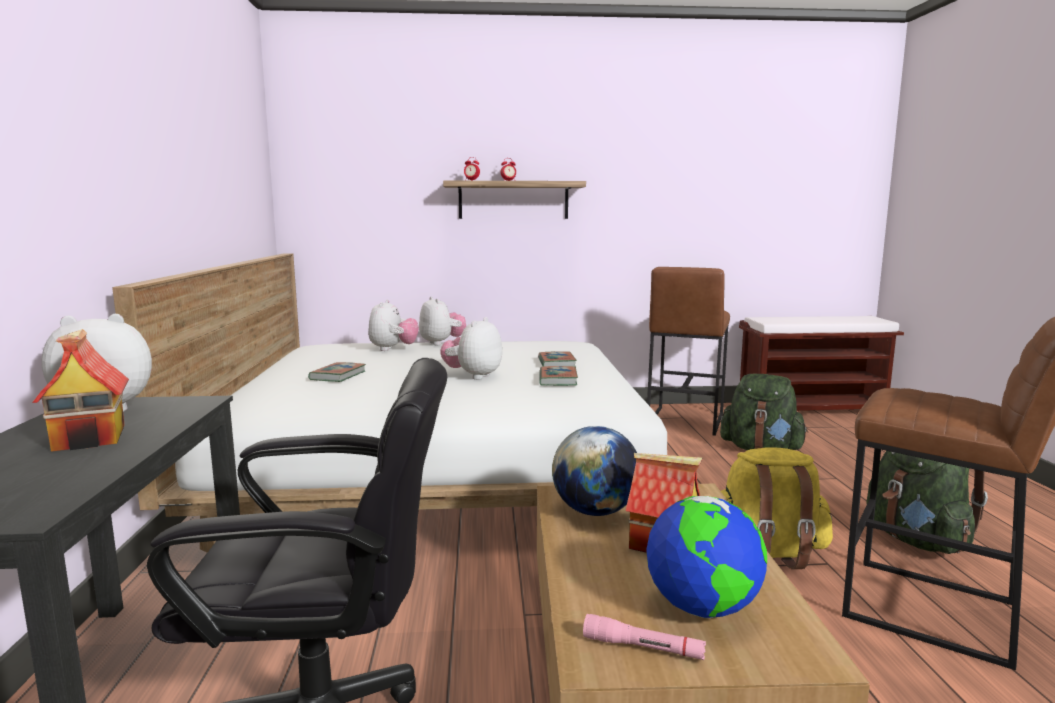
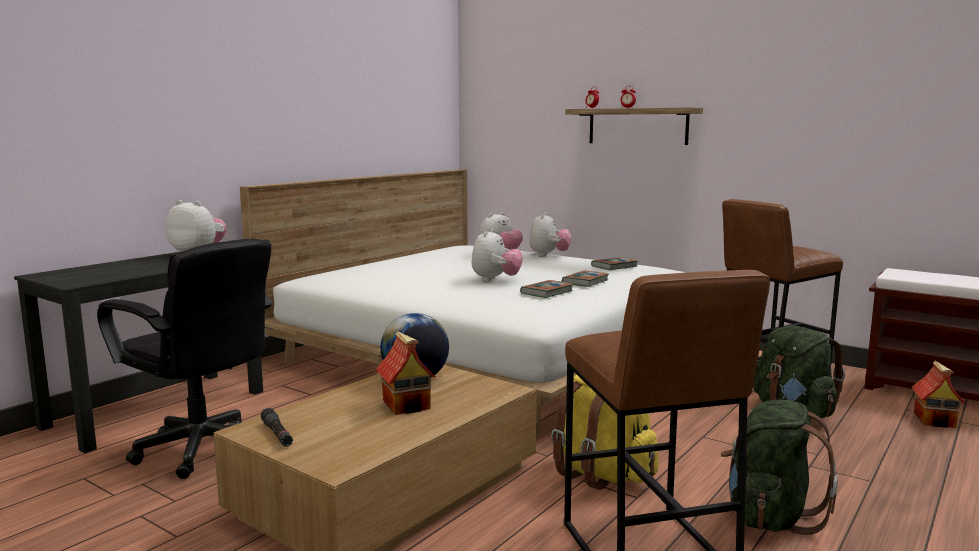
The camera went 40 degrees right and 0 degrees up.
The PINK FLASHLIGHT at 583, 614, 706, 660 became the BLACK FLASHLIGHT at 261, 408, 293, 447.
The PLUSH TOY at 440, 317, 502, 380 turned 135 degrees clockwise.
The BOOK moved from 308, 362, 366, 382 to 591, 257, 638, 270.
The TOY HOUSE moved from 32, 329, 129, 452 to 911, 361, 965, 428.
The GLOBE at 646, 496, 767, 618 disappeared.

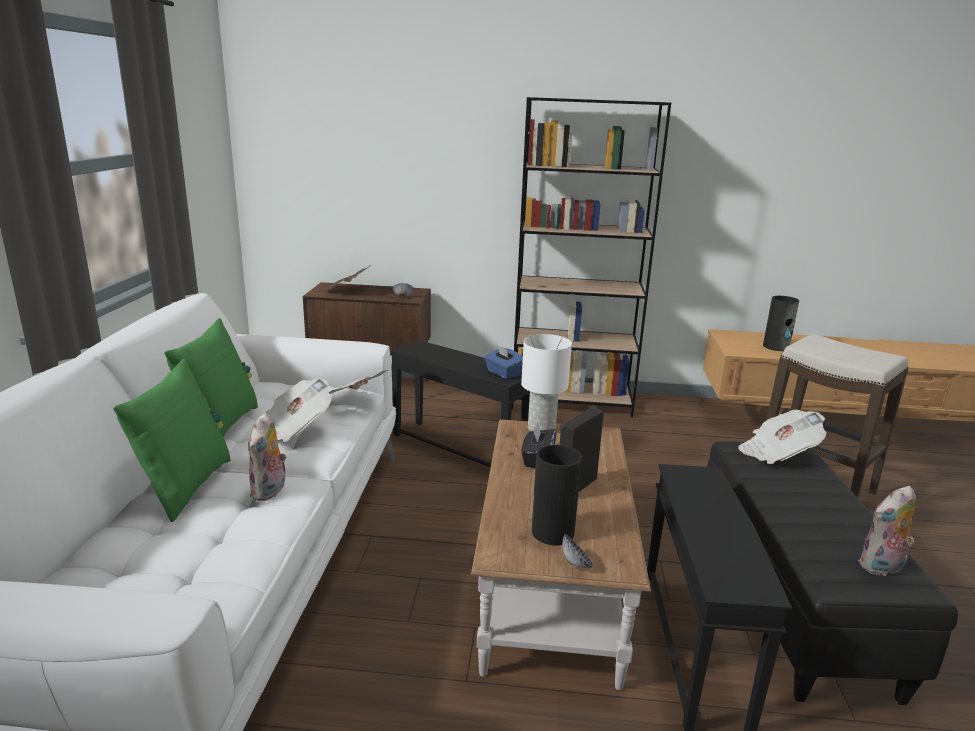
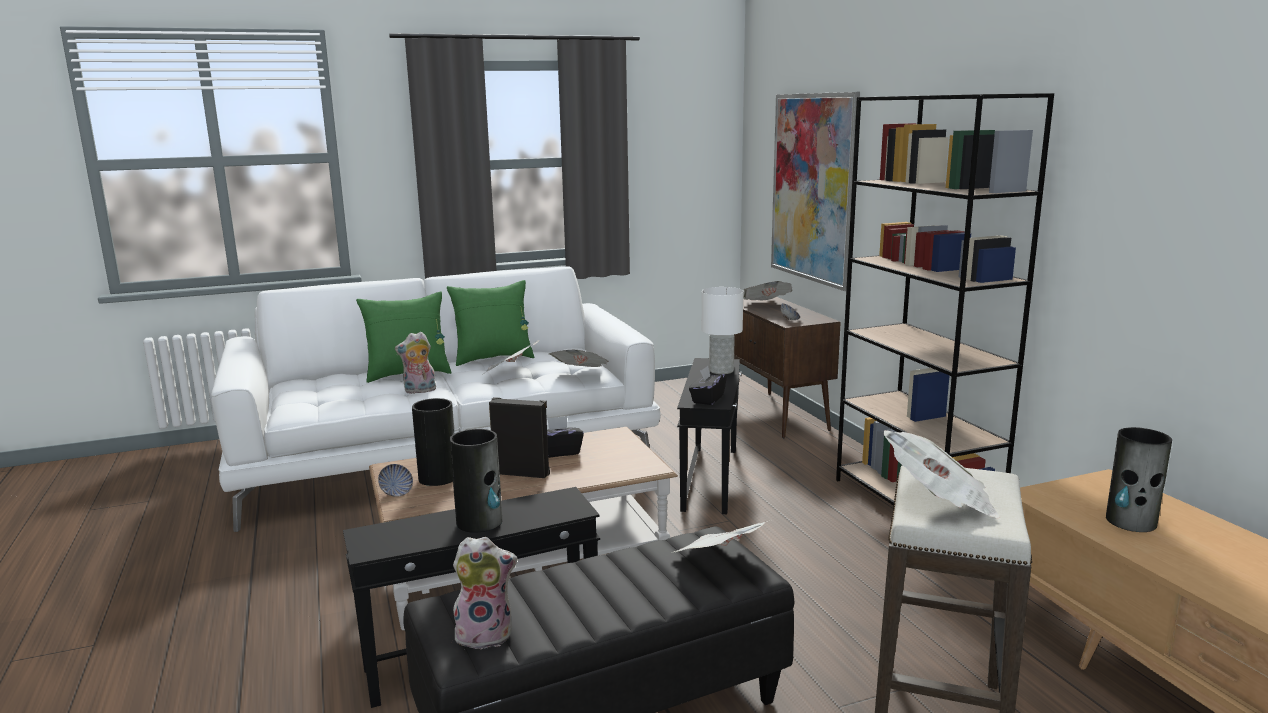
The camera went 65 degrees right and 5 degrees down.
The VASE at 450, 429, 502, 533 appeared.
The PLUSH TOY at 858, 486, 916, 576 turned 135 degrees clockwise.
The BLUE TISSUE BOX at 484, 345, 523, 379 became the BLACK TISSUE BOX at 689, 366, 727, 405.
The WHITE TABLE LAMP moved from 521, 334, 572, 431 to 702, 287, 743, 374.
The PICTURE at 771, 92, 860, 291 appeared.
The NEWSPAPER at 883, 430, 1000, 518 appeared.

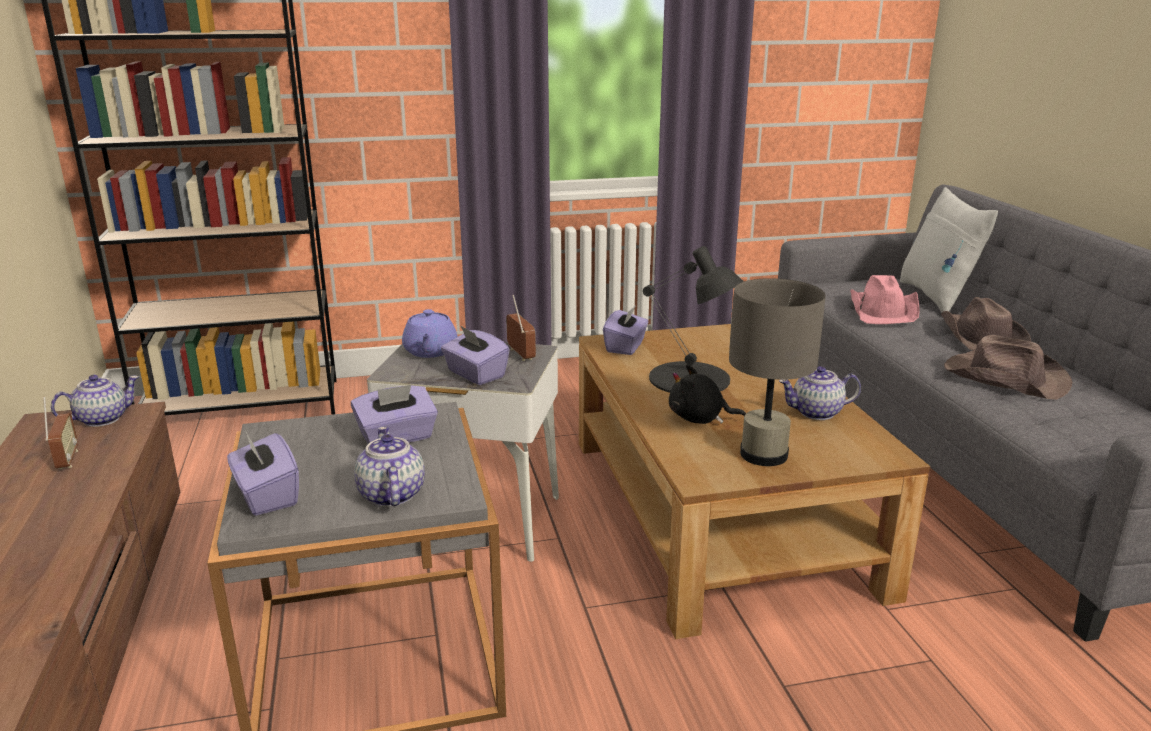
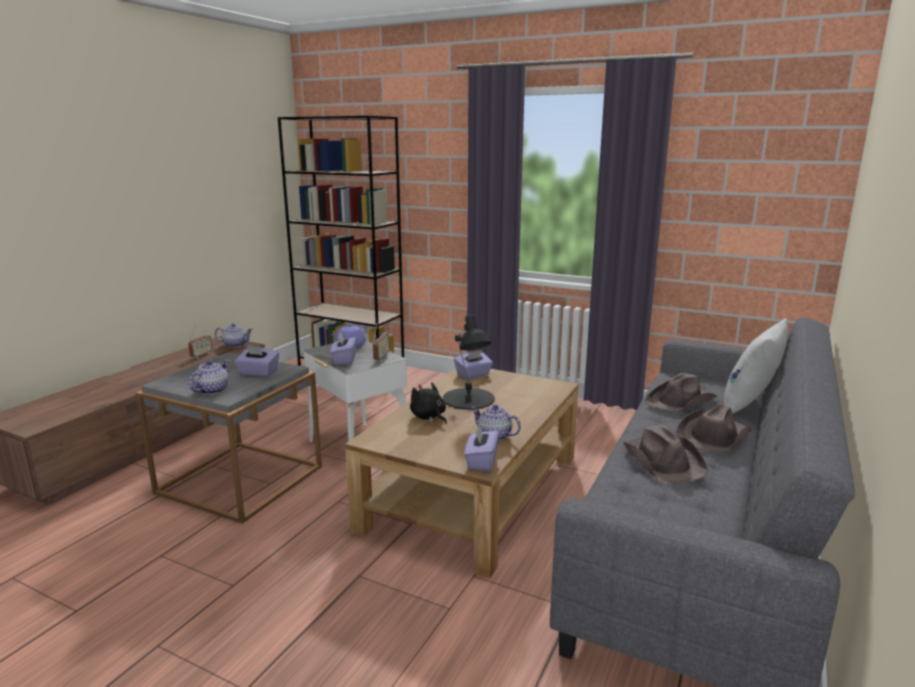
The camera went 40 degrees right and 5 degrees down.
The PURPLE TISSUE BOX moved from 227, 432, 299, 516 to 464, 424, 499, 471.
The PINK HAT at 850, 275, 920, 324 became the BROWN HAT at 645, 373, 717, 411.
The GREY TABLE LAMP at 729, 278, 825, 466 disappeared.

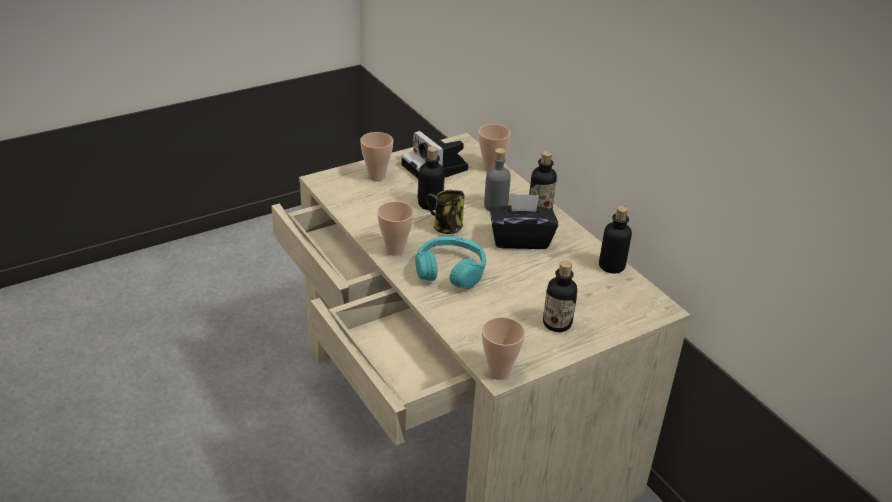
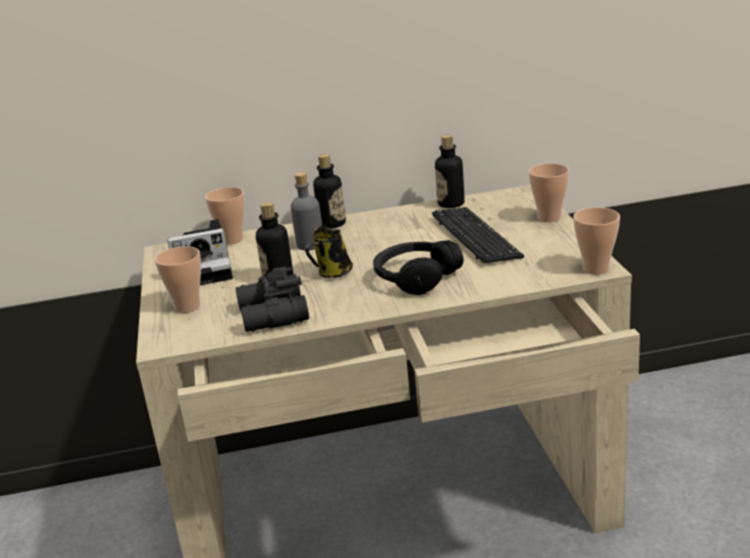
The camera went 65 degrees left and 10 degrees down.
The BLACK BINOCULARS at 236, 266, 309, 332 appeared.
The TURQUOISE HEADPHONES at 415, 236, 486, 289 became the BLACK HEADPHONES at 373, 240, 463, 295.
The KEYBOARD at 432, 207, 524, 263 appeared.
The CUP moved from 377, 201, 414, 256 to 528, 163, 569, 222.
The BLACK TISSUE BOX at 490, 193, 558, 249 disappeared.
The BOTTLE at 543, 260, 577, 332 disappeared.

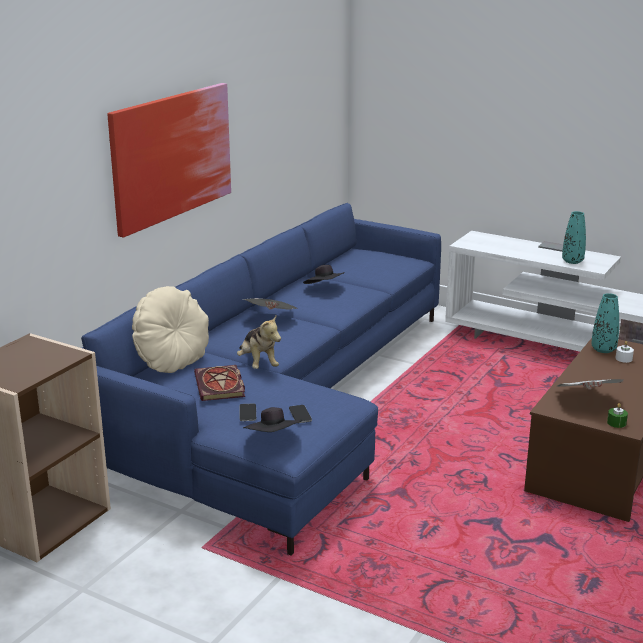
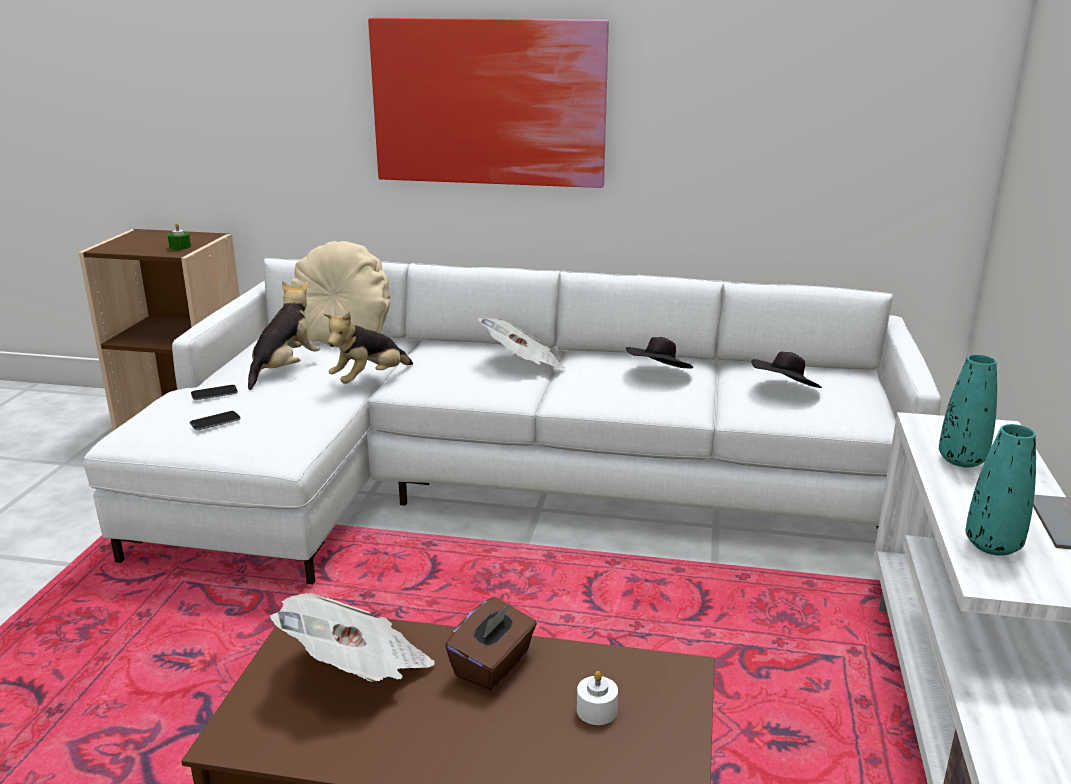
The camera went 70 degrees right and 0 degrees up.
The BLUE SOFA at 81, 203, 441, 556 became the WHITE SOFA at 83, 258, 941, 584.
The GREEN CANDLE moved from 607, 403, 628, 428 to 167, 223, 191, 250.
The BOOK at 194, 365, 245, 401 was replaced by the PLUSH TOY at 248, 281, 320, 390.
The BROWN TISSUE BOX at 445, 597, 537, 690 appeared.
The BLACK HAT moved from 243, 407, 302, 432 to 751, 352, 822, 388.
The TURQUOISE VASE moved from 591, 293, 619, 353 to 939, 354, 997, 467.

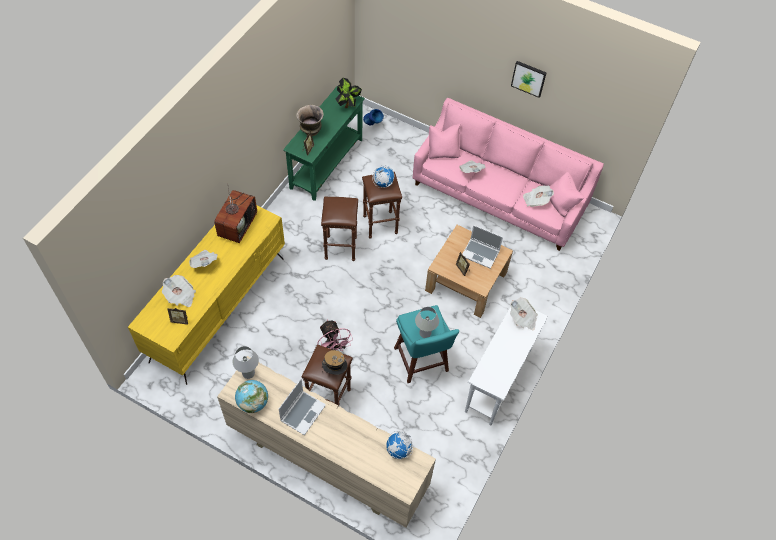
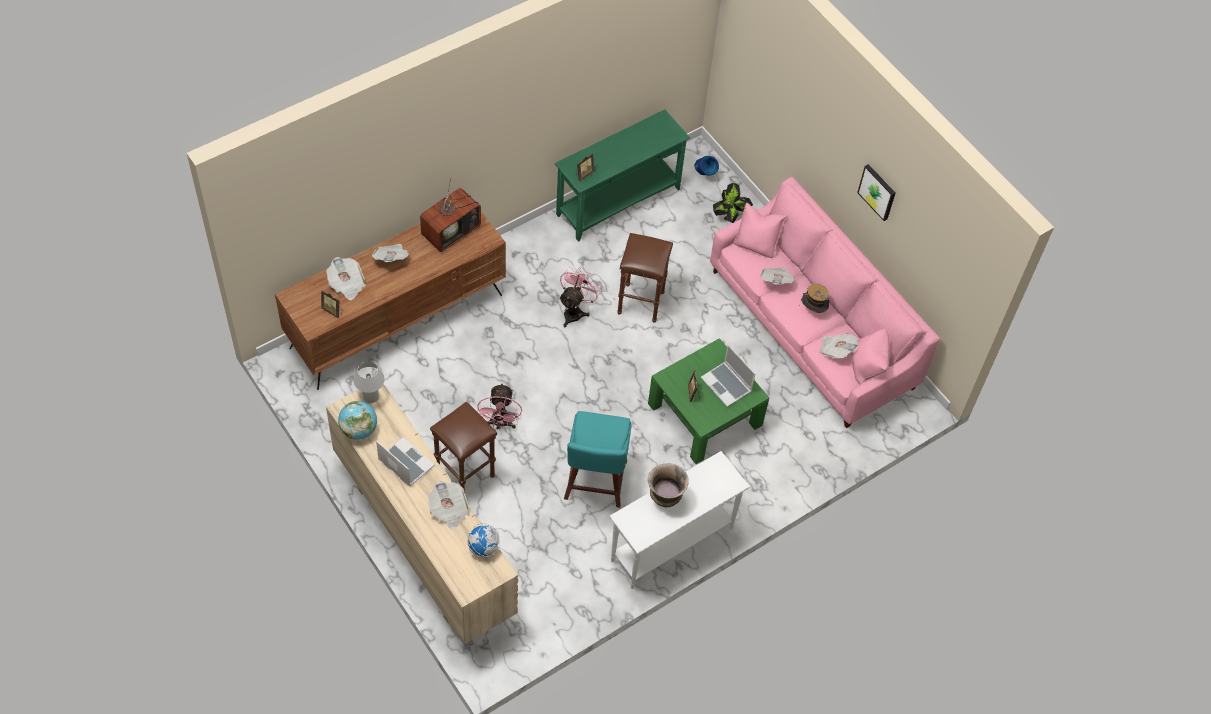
The camera went 25 degrees right and 0 degrees up.
The YELLOW TV STAND at 128, 205, 285, 385 became the BROWN TV STAND at 275, 211, 506, 390.
The LAPTOP at 279, 379, 326, 435 turned 105 degrees counterclockwise.
The NEWSPAPER moved from 510, 298, 538, 330 to 428, 481, 470, 530.
The BROWN STOOL at 321, 197, 358, 261 was replaced by the PINK FAN at 559, 267, 601, 327.
The BROWN COFFEE TABLE at 425, 225, 513, 318 became the GREEN COFFEE TABLE at 648, 338, 769, 464.
The VASE moved from 296, 105, 324, 136 to 648, 463, 689, 507.
The POTTED PLANT moved from 335, 78, 362, 108 to 713, 183, 753, 223.
The HAT moved from 322, 350, 348, 375 to 799, 284, 830, 313.
The GLOBE at 372, 165, 394, 188 disappeared.
The WHITE TABLE LAMP at 415, 307, 439, 338 disappeared.

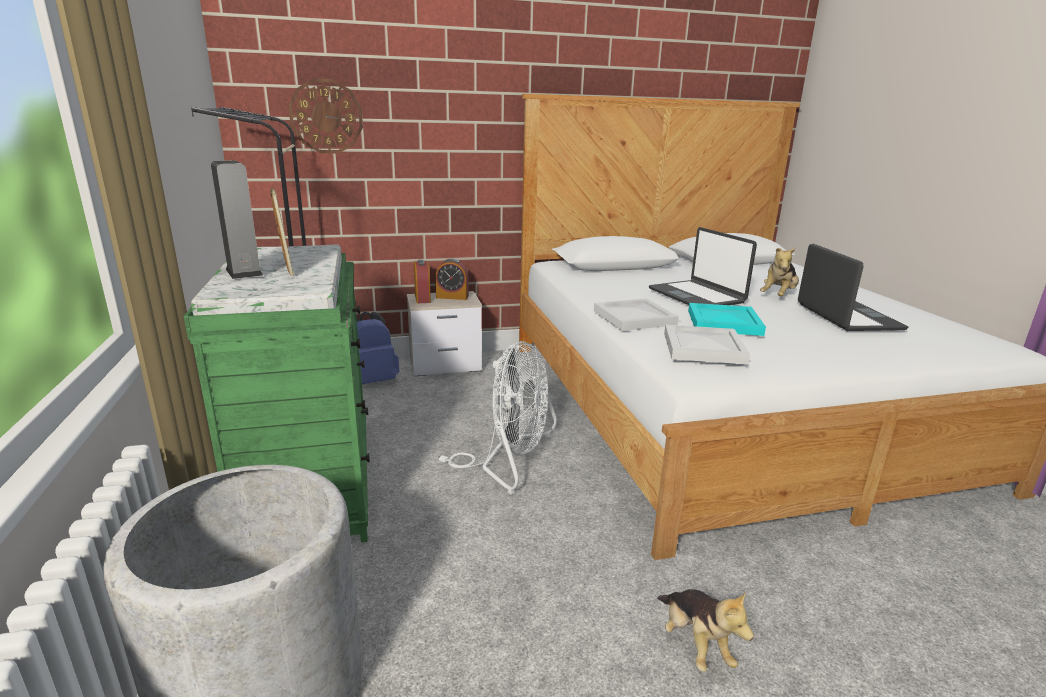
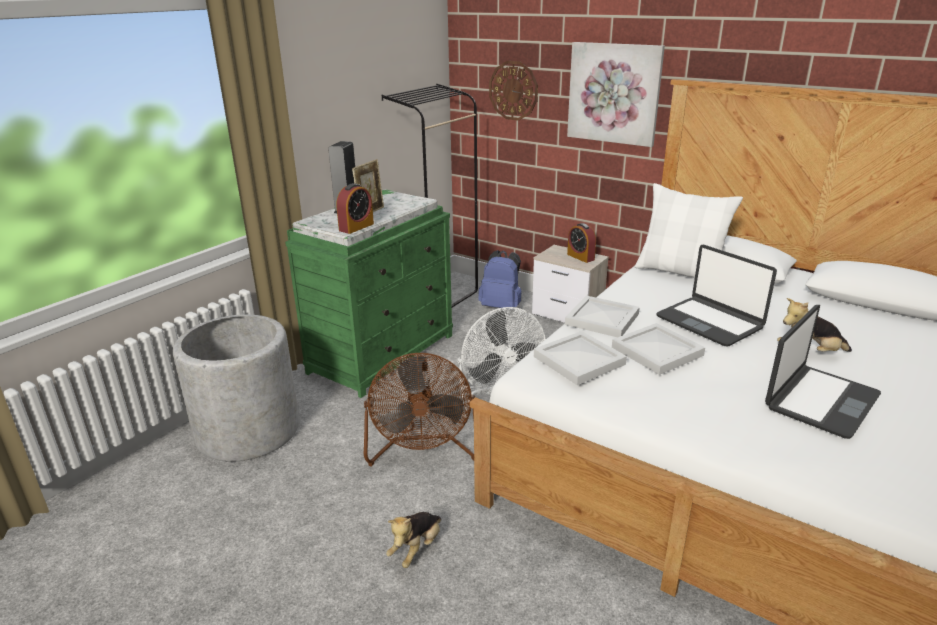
The camera went 50 degrees right and 5 degrees up.
The ALARM CLOCK moved from 414, 260, 431, 303 to 336, 183, 374, 234.
The BROWN FAN at 364, 352, 475, 467 appeared.
The PICTURE at 567, 42, 665, 147 appeared.
The TURQUOISE TRAY at 688, 303, 766, 336 became the WHITE TRAY at 612, 323, 705, 375.
The WHITE PILLOW at 634, 183, 743, 278 appeared.
The LAPTOP at 649, 227, 757, 305 turned 60 degrees counterclockwise.

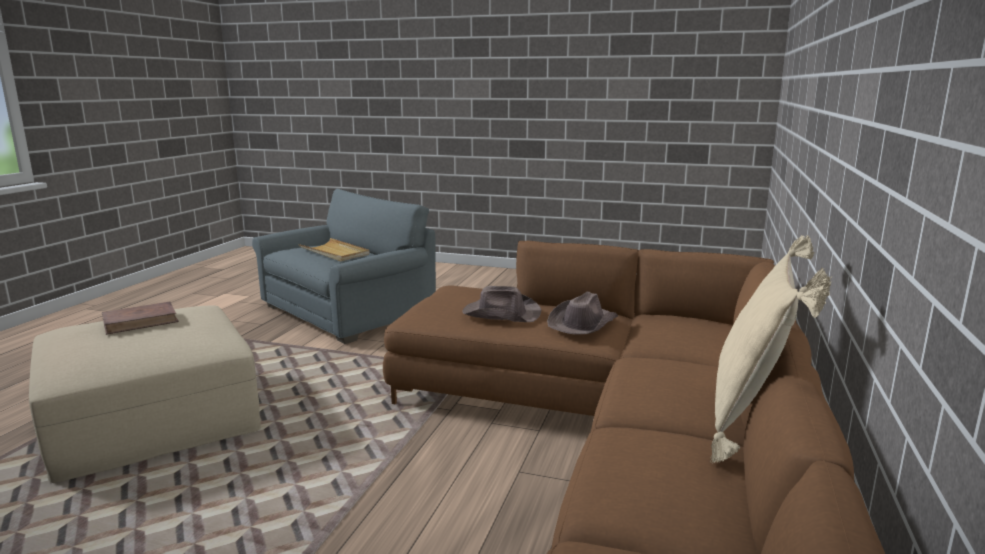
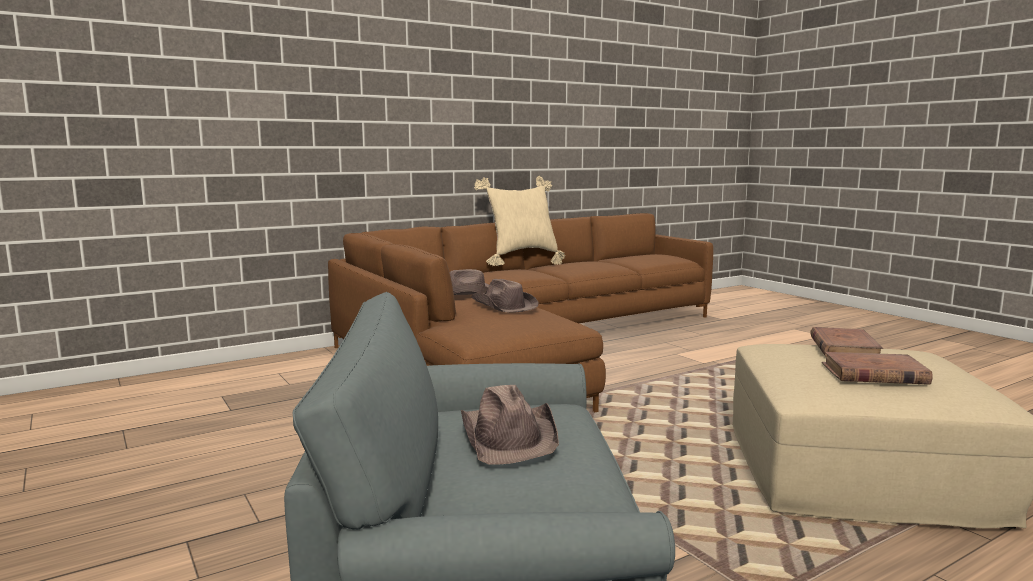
The camera went 140 degrees left and 5 degrees down.
The BEIGE TRAY at 299, 238, 370, 262 was replaced by the BROWN HAT at 461, 385, 559, 465.
The BROWN BOOK at 810, 327, 884, 357 appeared.

